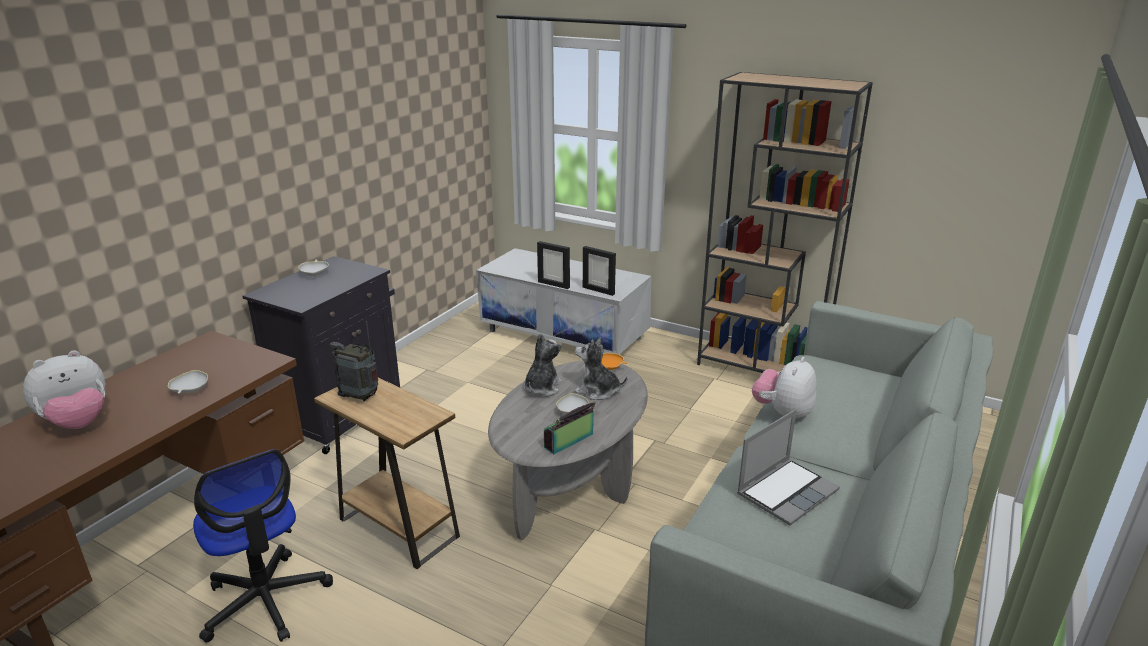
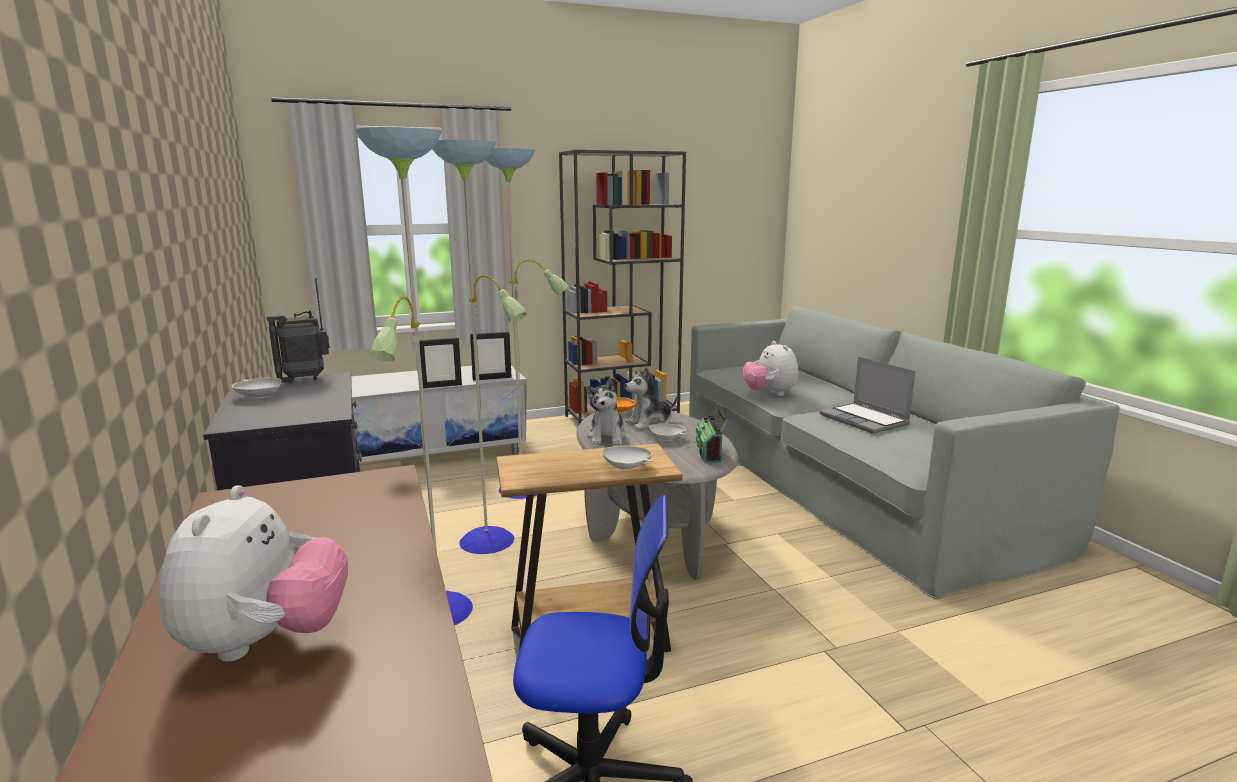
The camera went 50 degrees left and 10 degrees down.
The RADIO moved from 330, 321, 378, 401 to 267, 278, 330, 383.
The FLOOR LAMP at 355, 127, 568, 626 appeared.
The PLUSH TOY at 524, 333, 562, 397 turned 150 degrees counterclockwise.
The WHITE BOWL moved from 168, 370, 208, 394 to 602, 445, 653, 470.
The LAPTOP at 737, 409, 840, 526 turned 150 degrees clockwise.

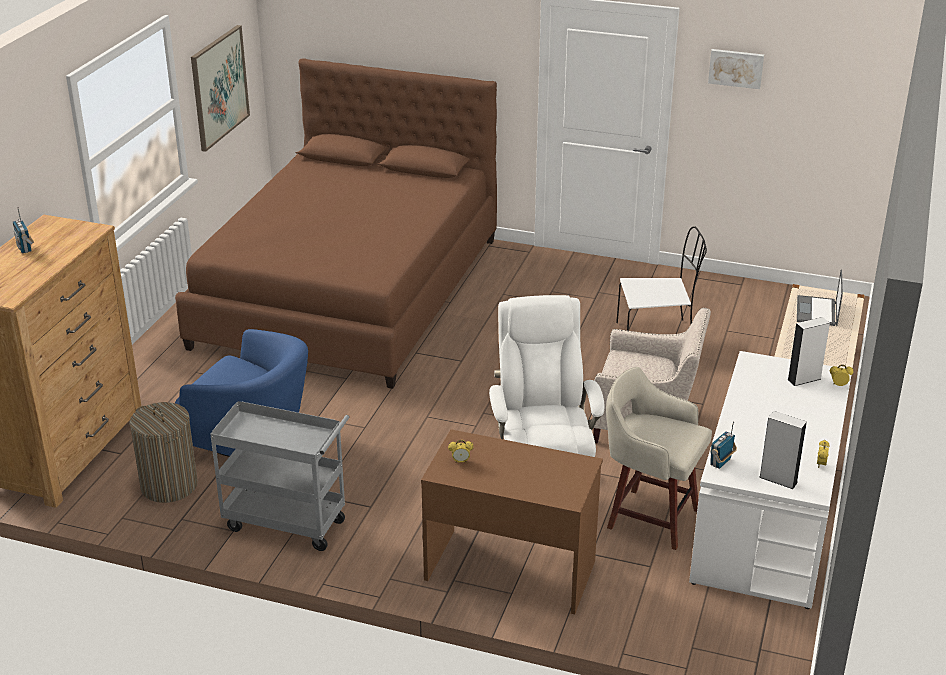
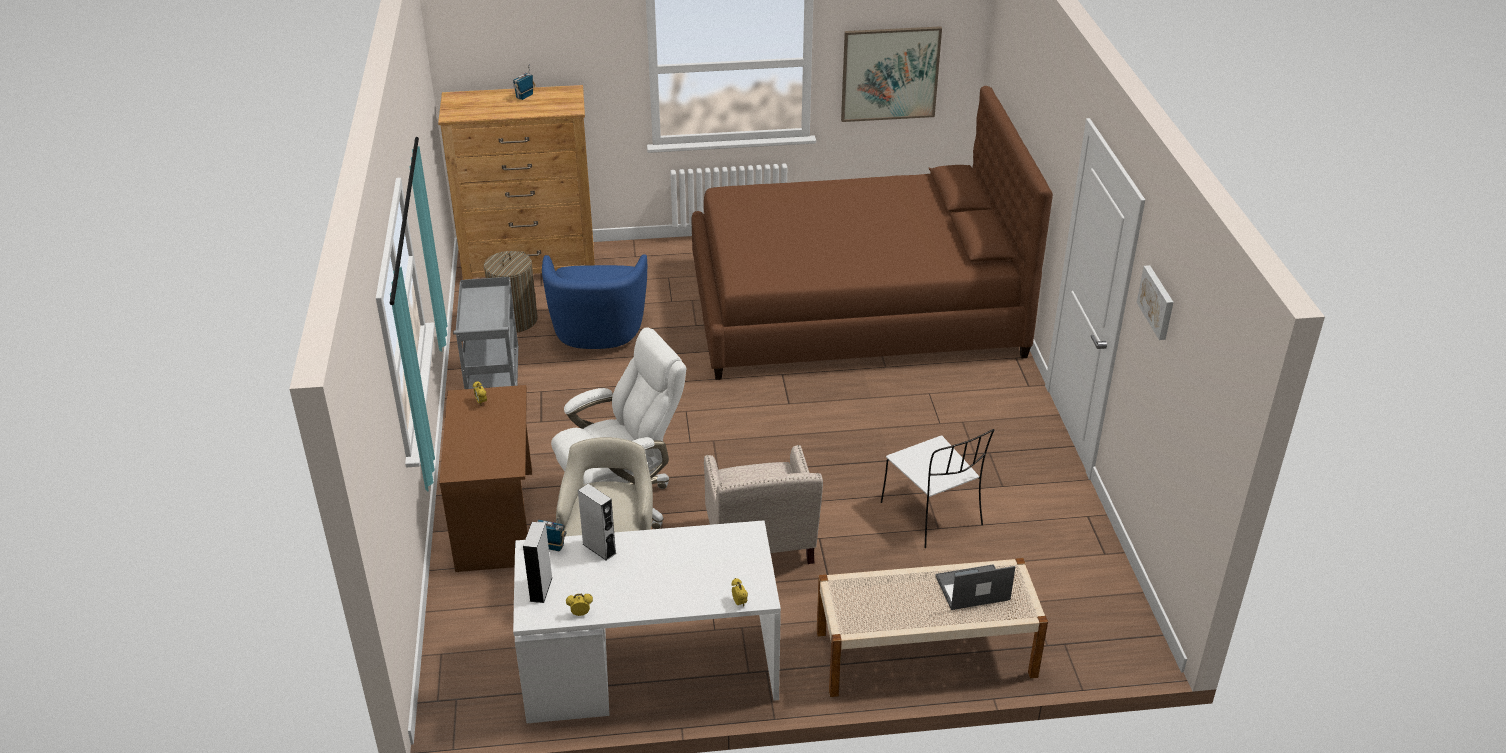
The camera went 65 degrees right and 5 degrees up.
The GREY SPEAKER moved from 788, 317, 830, 386 to 578, 484, 617, 561.

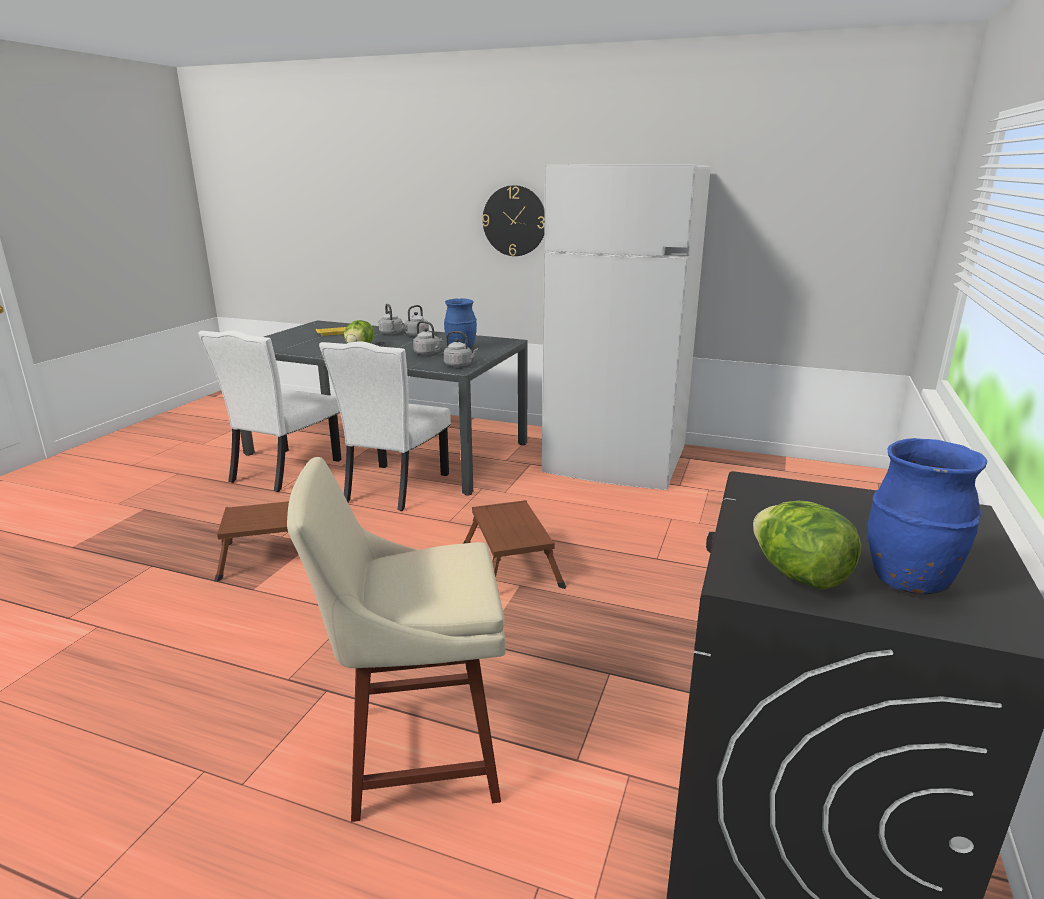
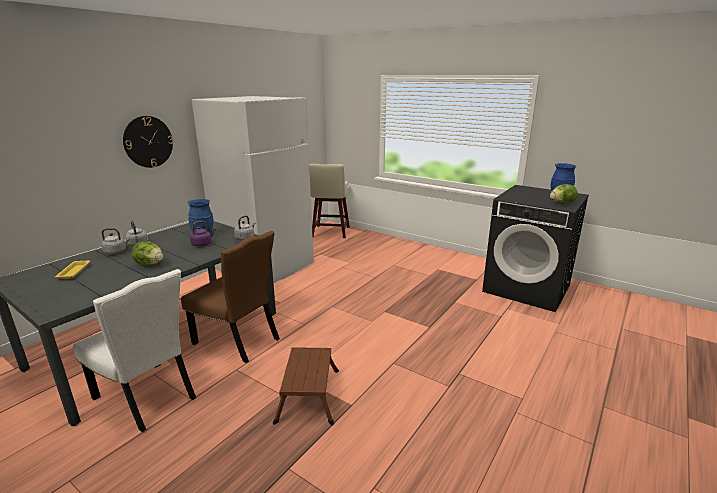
The camera went 75 degrees left and 0 degrees up.
The WHITE CHAIR at 319, 342, 451, 511 became the BROWN CHAIR at 181, 231, 280, 363.
The GREY KETTLE at 413, 321, 443, 355 became the PURPLE KETTLE at 190, 221, 216, 246.
The BEIGE STOOL moved from 287, 457, 506, 822 to 309, 164, 350, 238.
The BROWN STEP LADDER at 463, 500, 566, 589 disappeared.

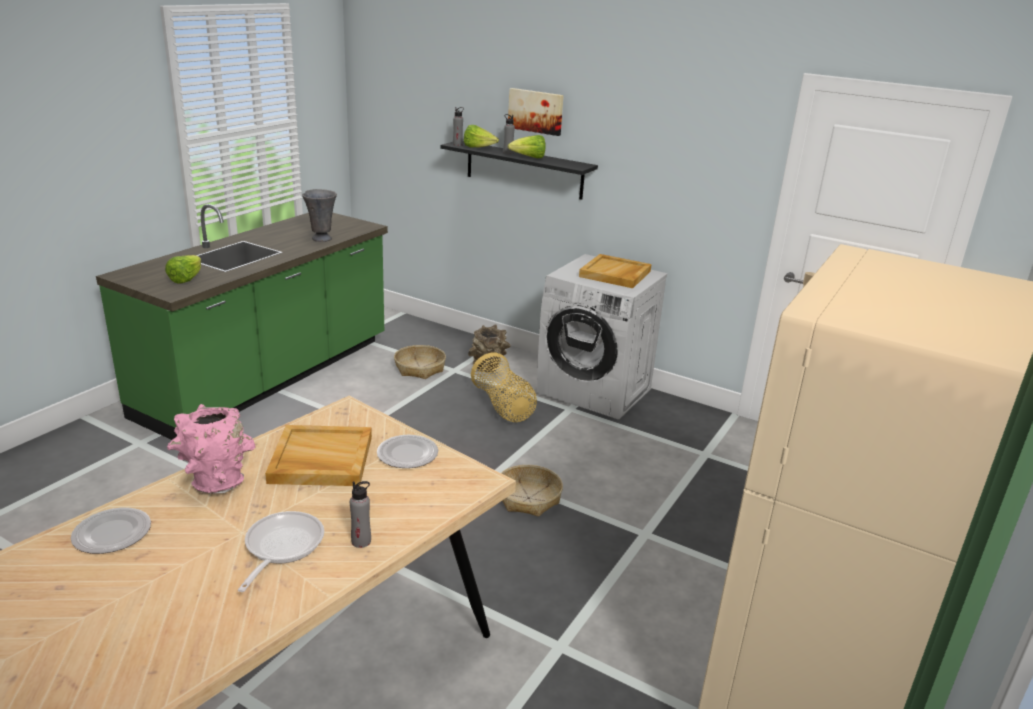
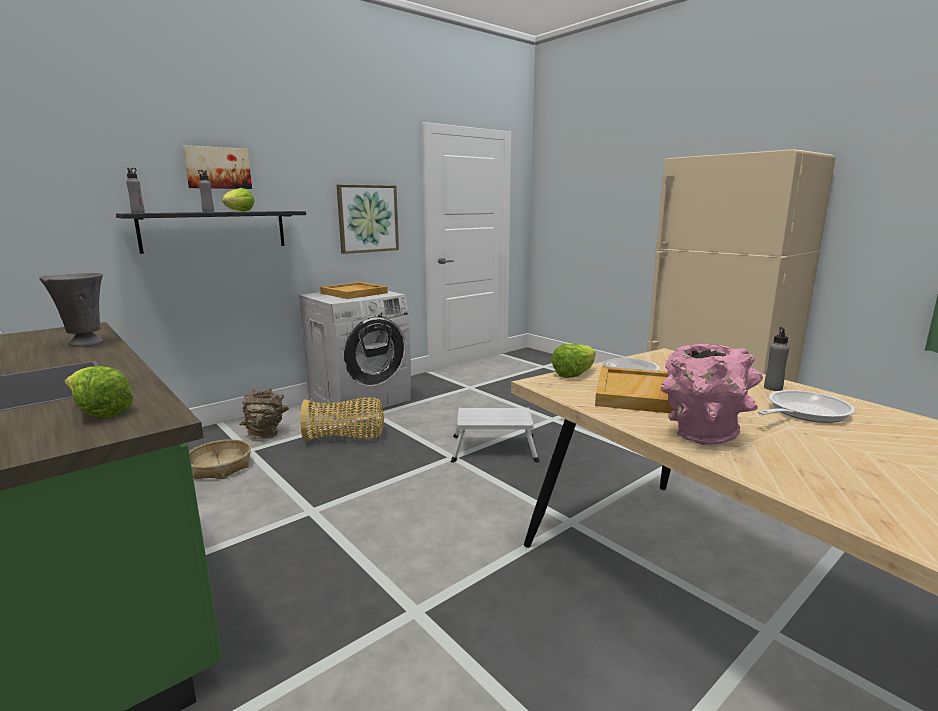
The camera went 70 degrees left and 10 degrees down.
The PICTURE at 337, 185, 399, 254 appeared.
The BASKET at 501, 465, 563, 517 was replaced by the WHITE STEP LADDER at 451, 407, 540, 463.
The LETTUCE moved from 464, 125, 499, 148 to 551, 344, 595, 378.
The FRYING PAN at 238, 511, 324, 592 turned 120 degrees clockwise.
The PLATE at 71, 508, 151, 554 disappeared.

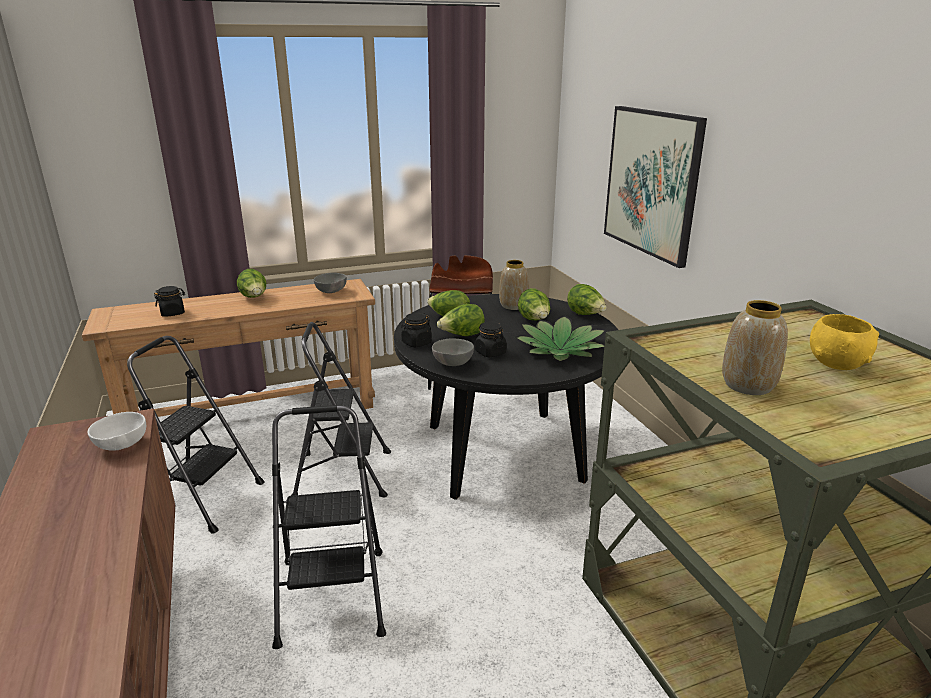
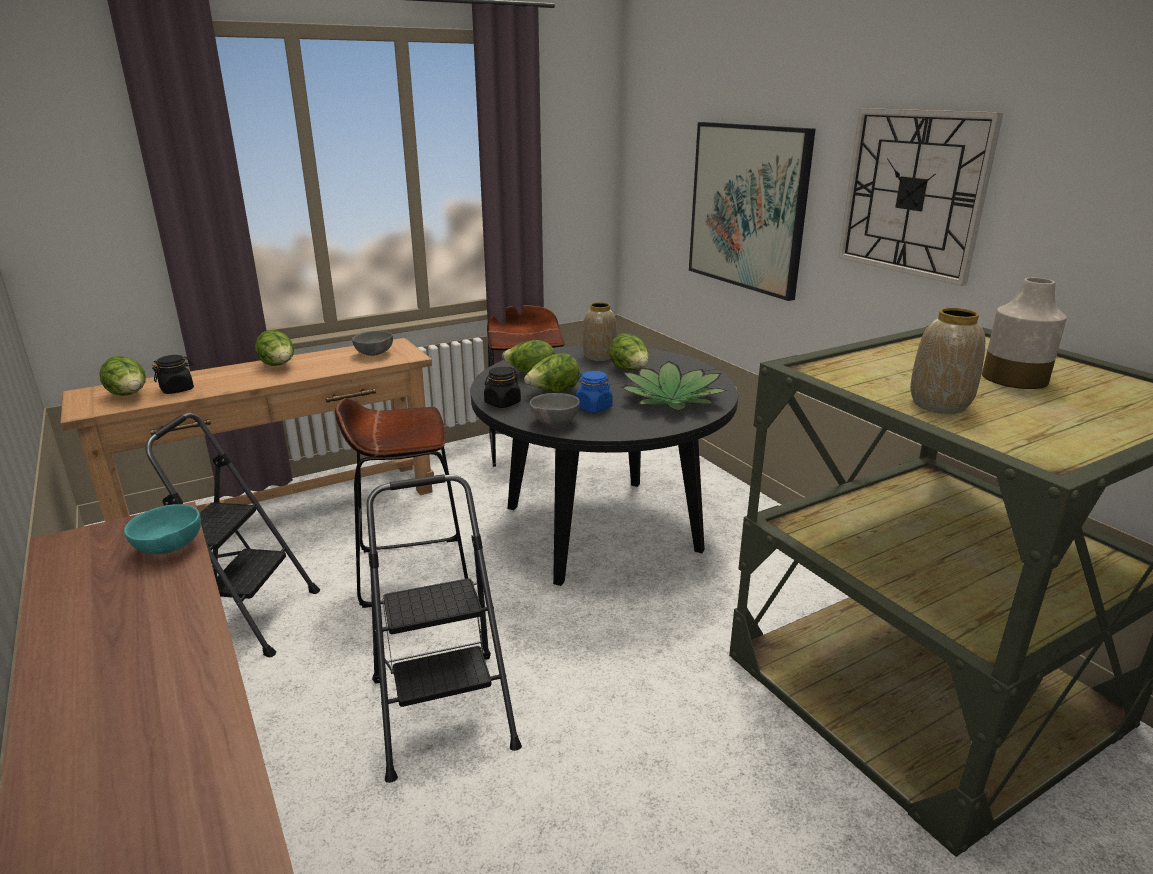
The camera went 10 degrees left and 0 degrees up.
The LETTUCE moved from 567, 284, 606, 315 to 99, 356, 146, 396.
The WHITE BOWL at 88, 412, 146, 451 became the TURQUOISE BOWL at 124, 504, 201, 555.
The BLACK STEP LADDER at 291, 322, 391, 497 was replaced by the BROWN STOOL at 335, 398, 468, 608.
The BLACK JAR at 475, 321, 507, 357 became the BLUE JAR at 576, 371, 613, 413.
The WALL CLOCK at 838, 108, 1004, 286 appeared.
The YELLOW BOWL at 810, 314, 879, 370 was replaced by the BEIGE VASE at 982, 278, 1067, 389.

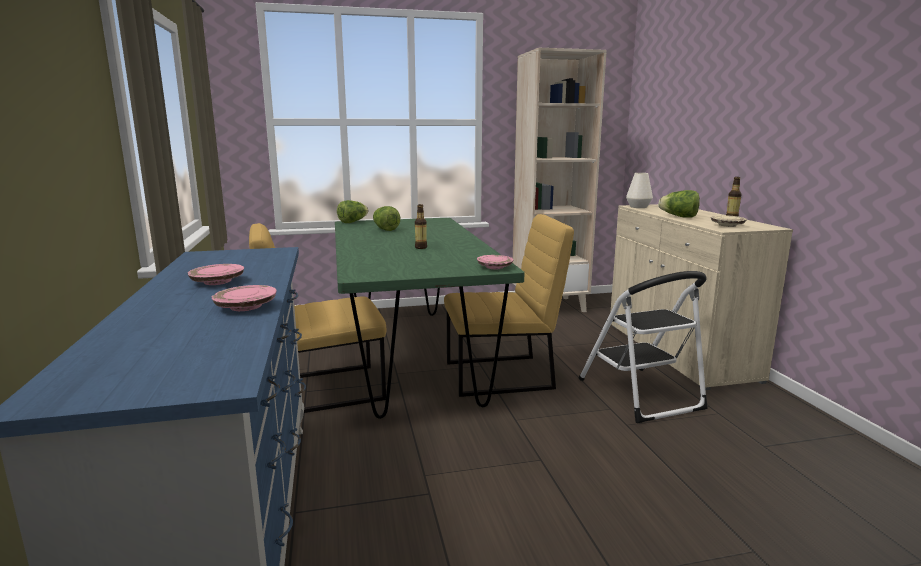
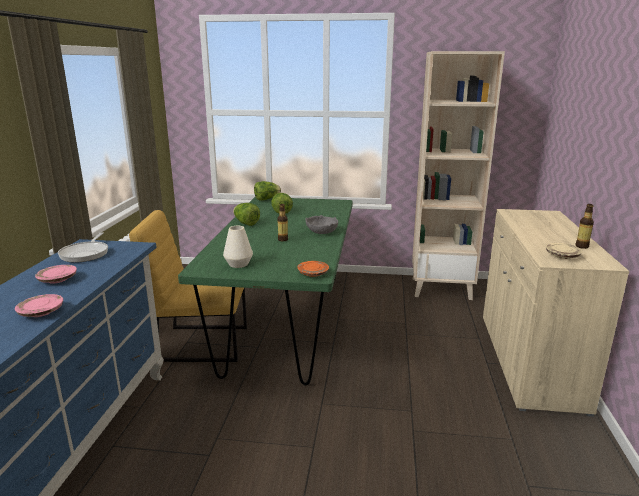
The camera went 20 degrees right and 5 degrees up.
The FRYING PAN at 58, 232, 108, 263 appeared.
The WHITE VASE moved from 626, 173, 653, 208 to 223, 226, 253, 268.
The LETTUCE moved from 658, 190, 700, 218 to 233, 203, 260, 226.
The PINK PLATE at 477, 255, 513, 270 became the ORANGE PLATE at 297, 261, 329, 277.
The GREY BOWL at 305, 215, 338, 234 appeared.
The YELLOW CHAIR at 444, 214, 574, 397 disappeared.
The STEP LADDER at 579, 271, 707, 423 disappeared.

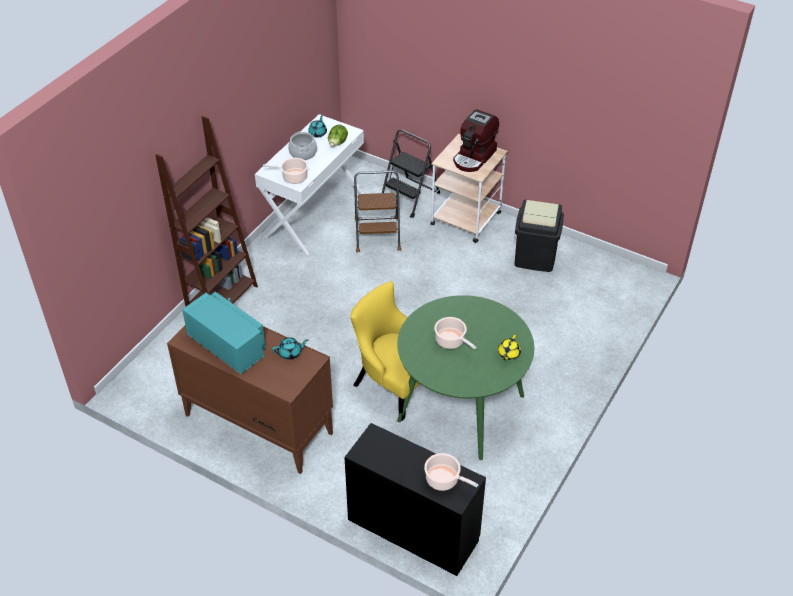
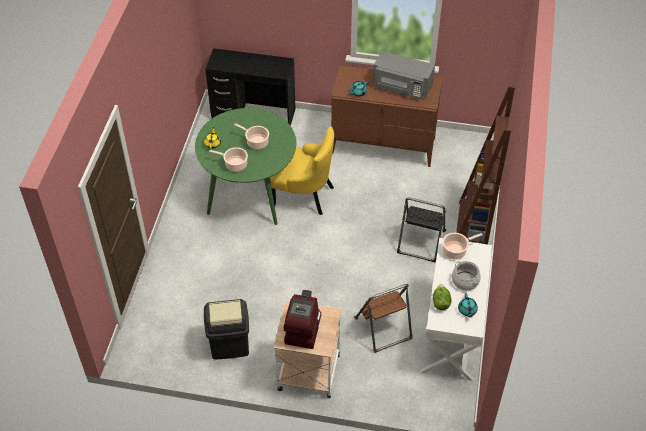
The camera went 160 degrees right and 5 degrees up.
The COOKING POT moved from 424, 453, 479, 491 to 209, 147, 248, 172.
The TURQUOISE MICROWAVE at 182, 292, 266, 374 became the GREY MICROWAVE at 373, 51, 435, 99.
The BLACK STEP LADDER moved from 382, 129, 440, 218 to 397, 198, 446, 262.

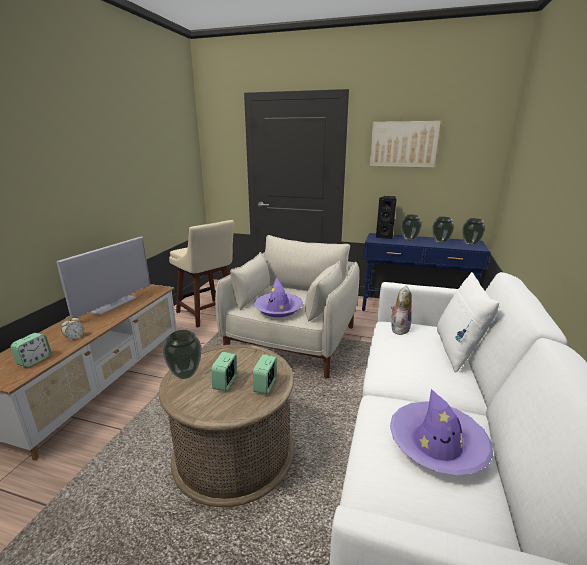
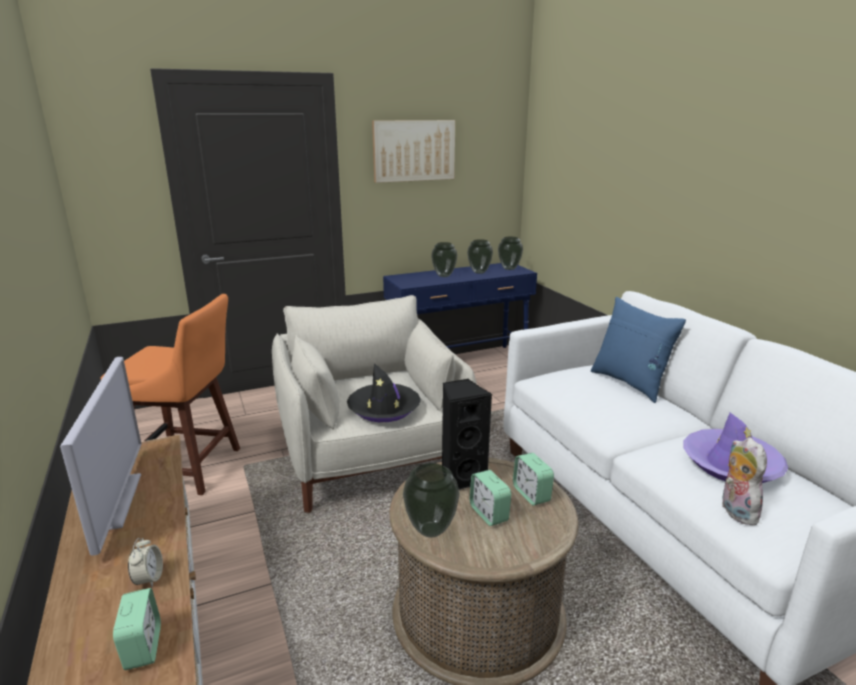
The camera went 40 degrees left and 0 degrees up.
The BEIGE STOOL at 169, 220, 234, 328 became the ORANGE STOOL at 101, 294, 240, 495.
The PURPLE HAT at 254, 277, 303, 317 became the BLACK HAT at 347, 363, 421, 422.
The BLACK SPEAKER moved from 376, 196, 396, 239 to 442, 379, 492, 489.
The WHITE PILLOW at 437, 272, 499, 373 became the BLUE PILLOW at 591, 297, 686, 403.
The PLUSH TOY moved from 391, 286, 412, 335 to 722, 437, 767, 525.

